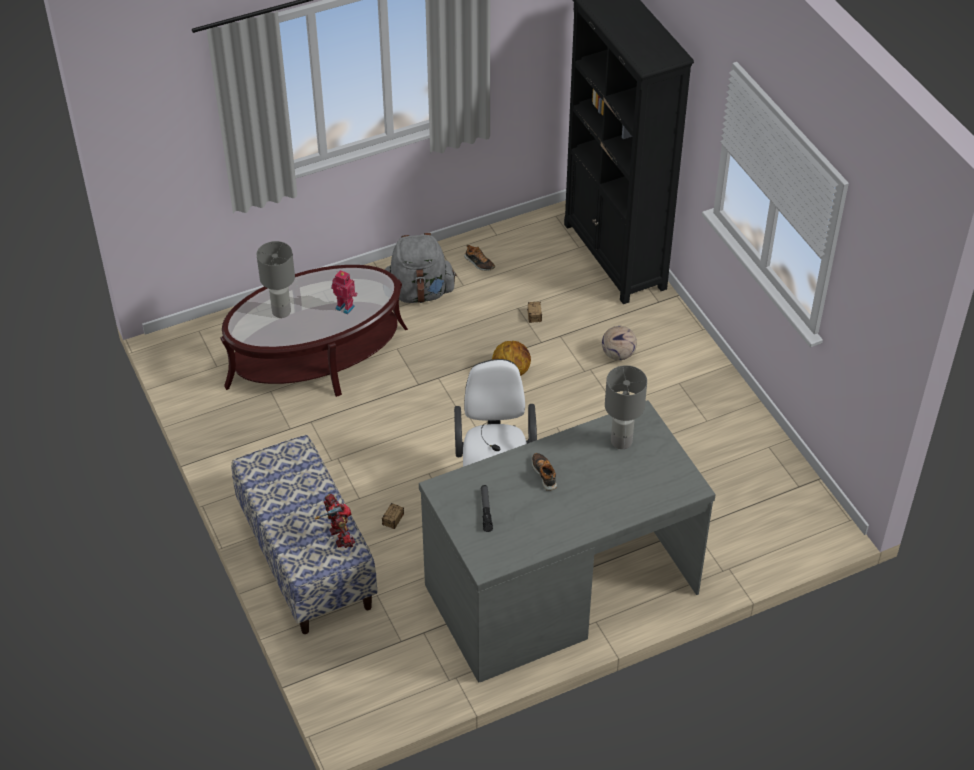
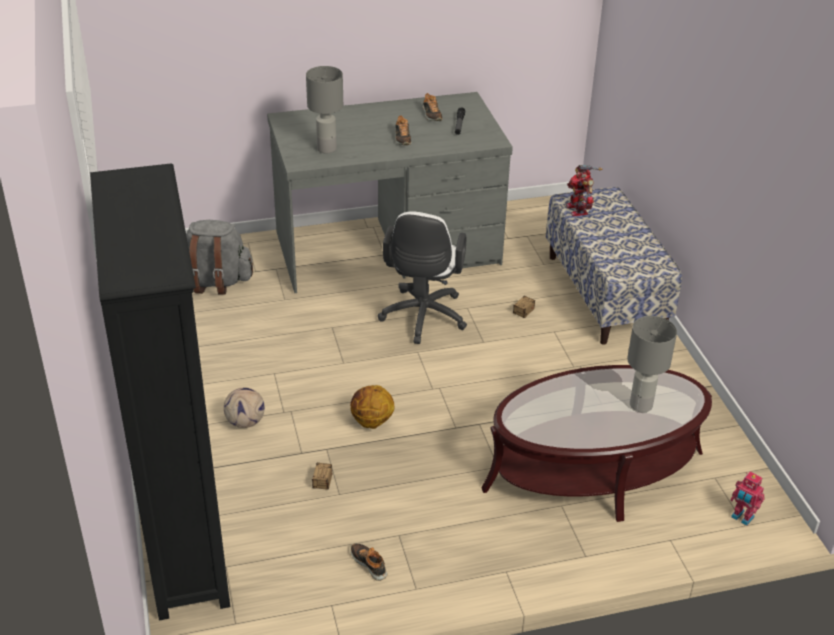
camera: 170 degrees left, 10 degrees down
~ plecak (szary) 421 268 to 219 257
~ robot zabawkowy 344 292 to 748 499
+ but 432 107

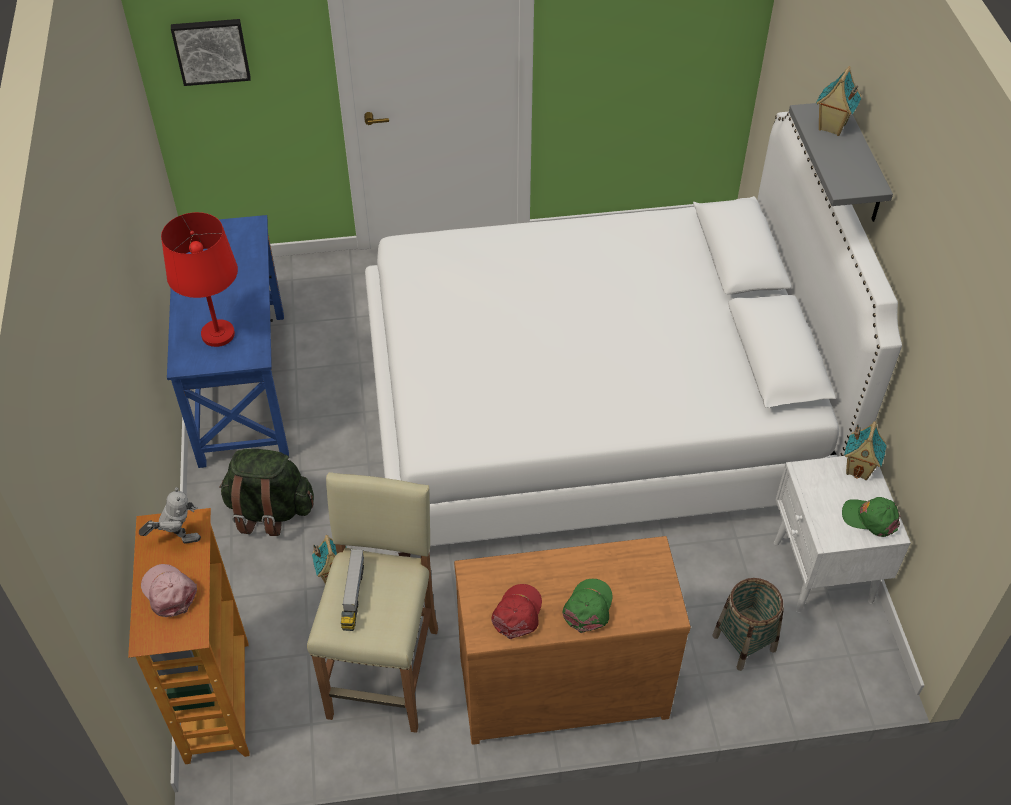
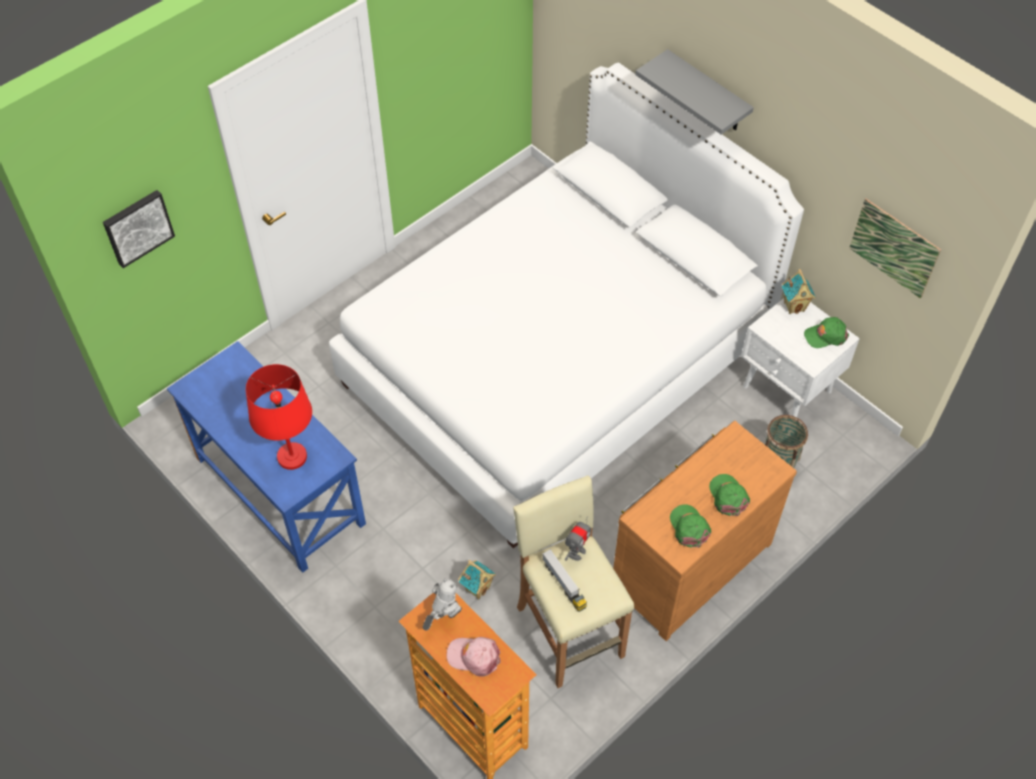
camera: 35 degrees left, 5 degrees up
- domek 839 101
- plecak (zielony) 266 492
~ czapka z daszkiem (czerwony) 516 611 to czapka z daszkiem (zielony) 690 526
+ obraz 895 249
+ robot zabawkowy 578 539

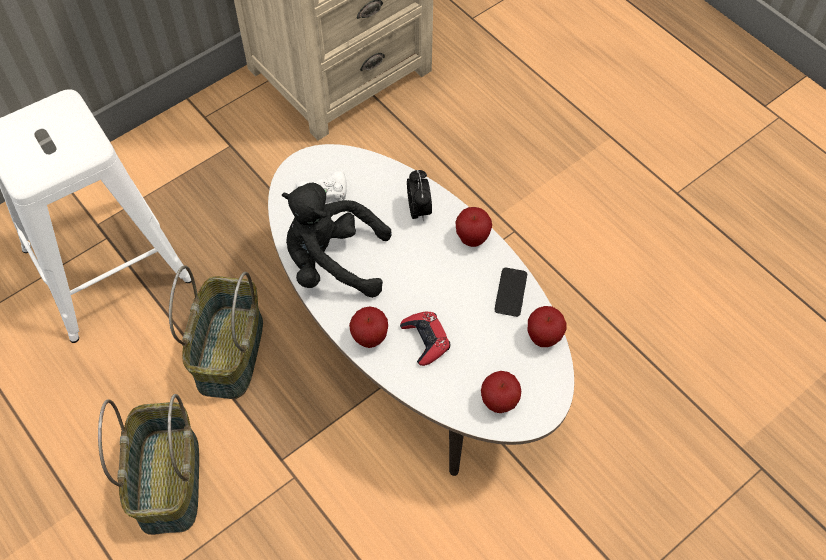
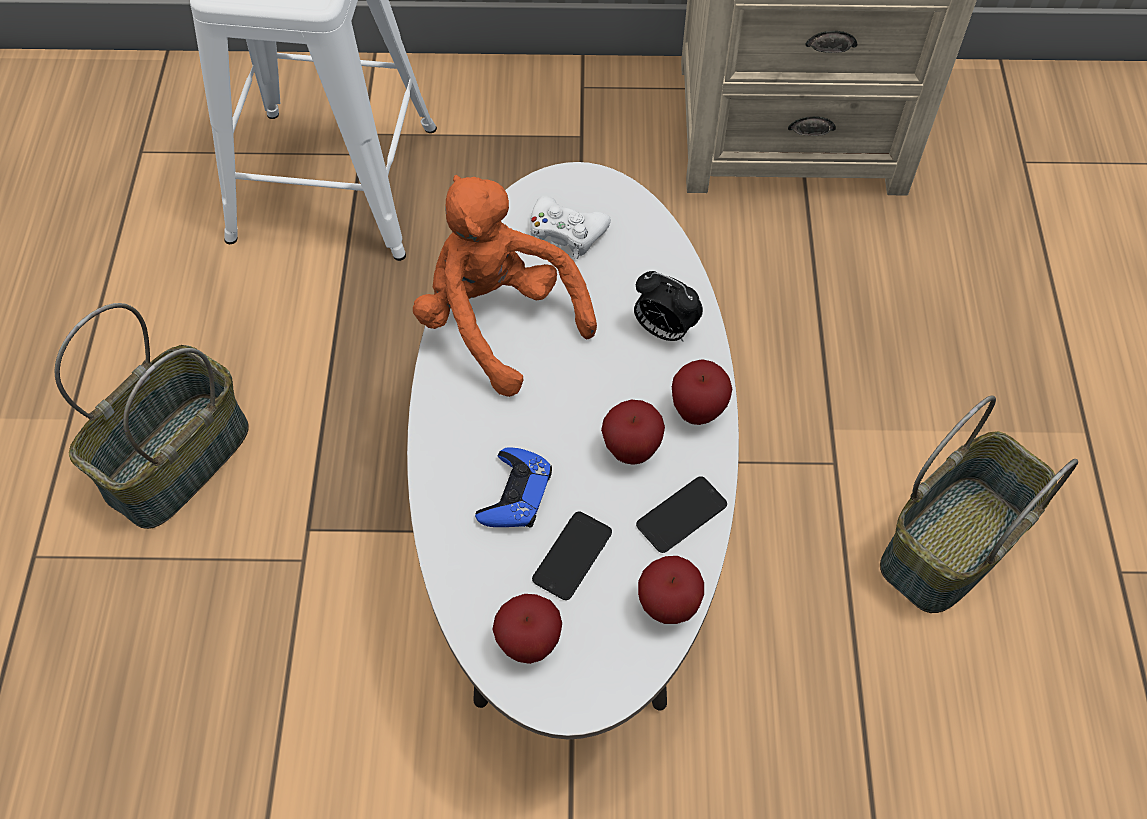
camera: 40 degrees right, 0 degrees up
~ budzik 419 196 = 668 306 90 degrees clockwise
~ pluszak (czarny) 337 240 to pluszak (pomarańczowy) 505 286
~ koszyk 216 332 to 979 504
~ jabłko 368 327 to 633 432
~ pad do gier (czerwony) 425 339 to pad do gier (niebieski) 513 487
+ telefon 572 555

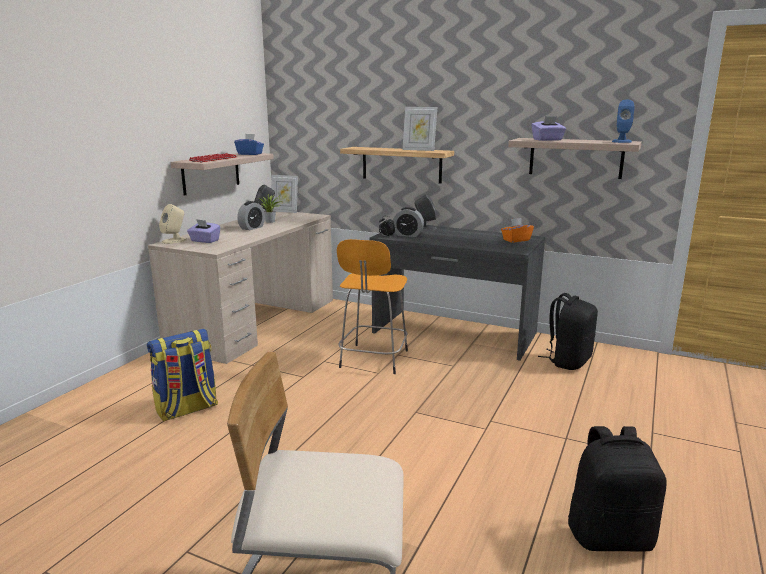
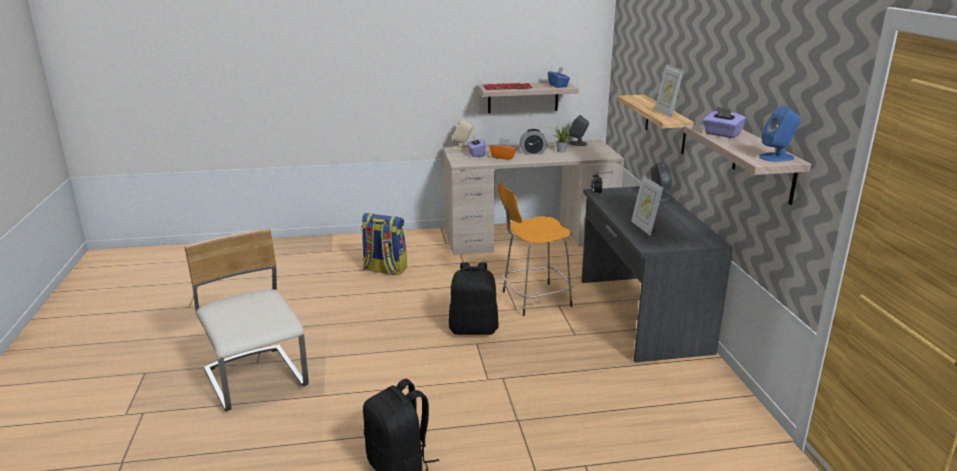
camera: 55 degrees right, 5 degrees up
~ ramka na zdjęcie 284 194 to 647 205
- budzik 408 222
~ pudełko chusteczek (pomarańczowy) 517 230 to 503 149
~ plecak (czarny) 568 331 to 474 298

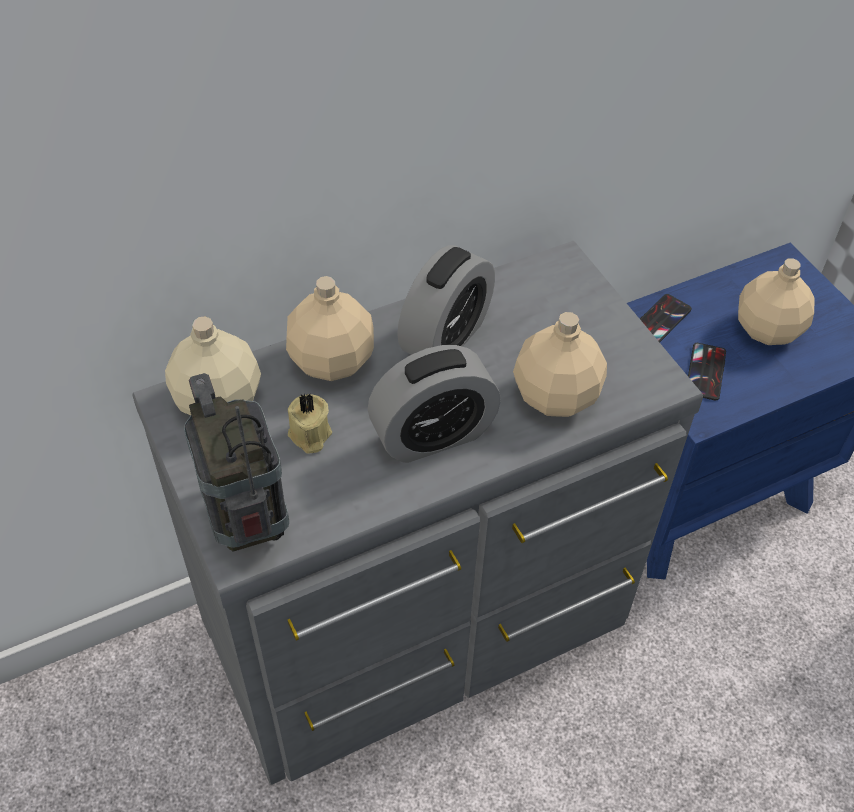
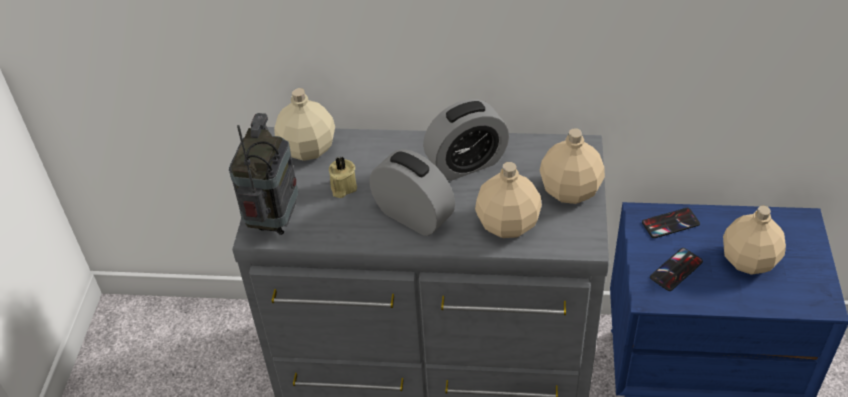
camera: 35 degrees right, 5 degrees down
~ butelka (beżowy) 330 328 to 572 166
~ budzik 434 404 = 412 192 150 degrees counterclockwise

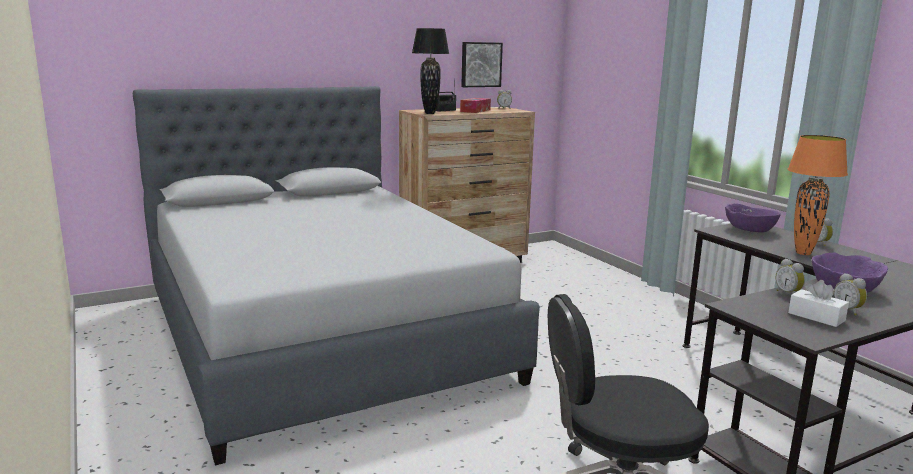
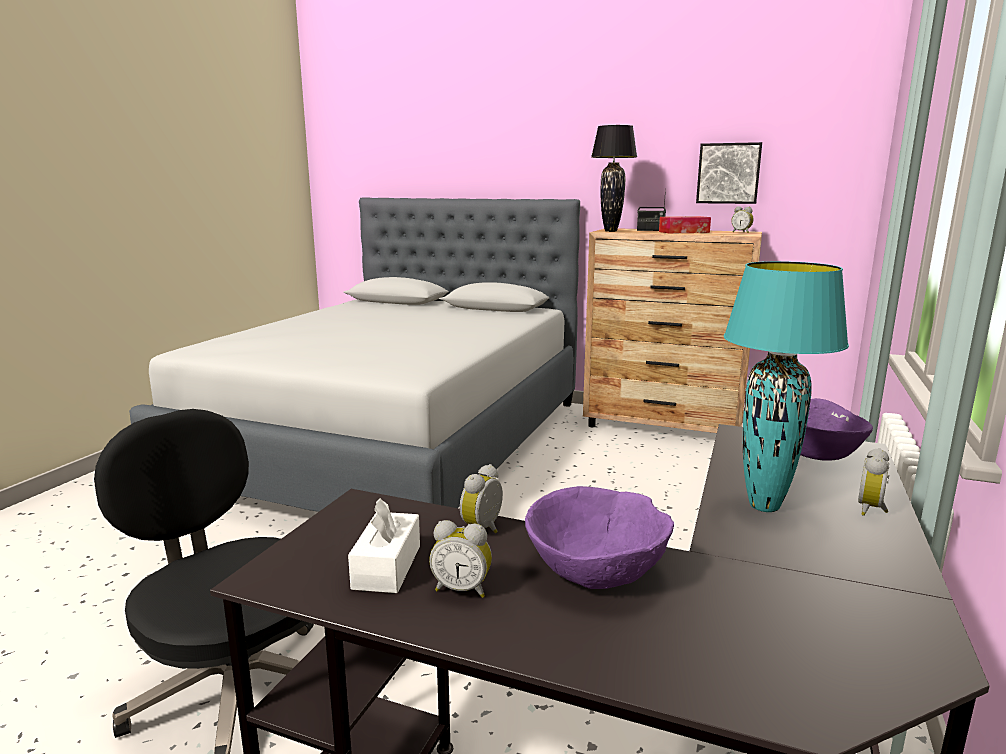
camera: 50 degrees right, 0 degrees up
~ lampa stołowa (pomarańczowy) 818 195 to lampa stołowa (turkusowy) 786 386
~ budzik 850 294 = 460 559 105 degrees counterclockwise

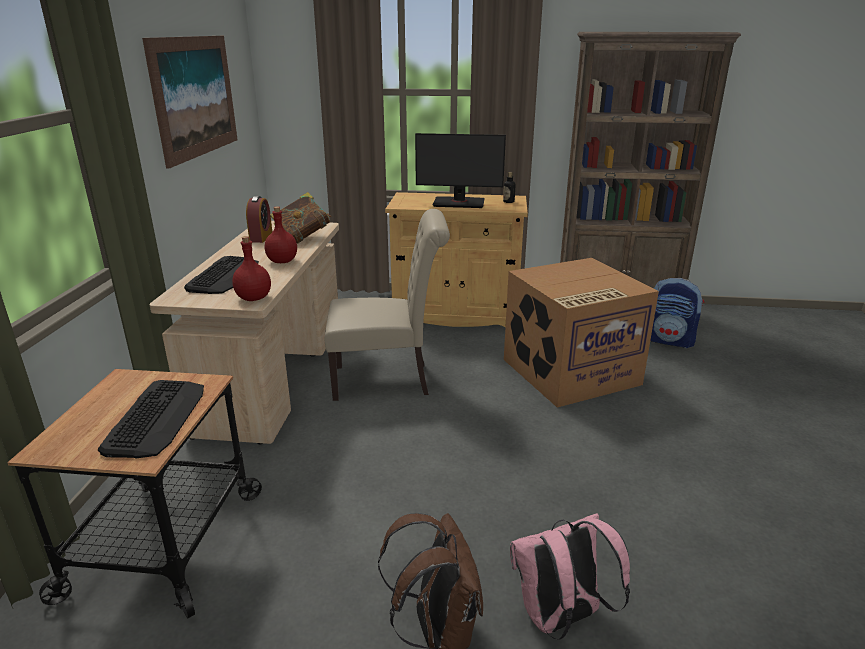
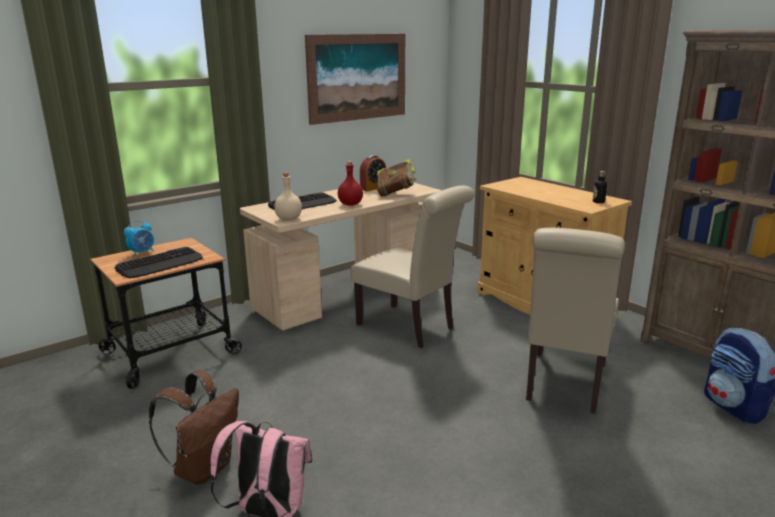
camera: 45 degrees right, 5 degrees down
- monitor 460 170
~ butelka (czerwony) 251 268 to butelka (beżowy) 288 196
~ karton 581 332 to krzesło (beżowy) 575 321
+ budzik 139 238

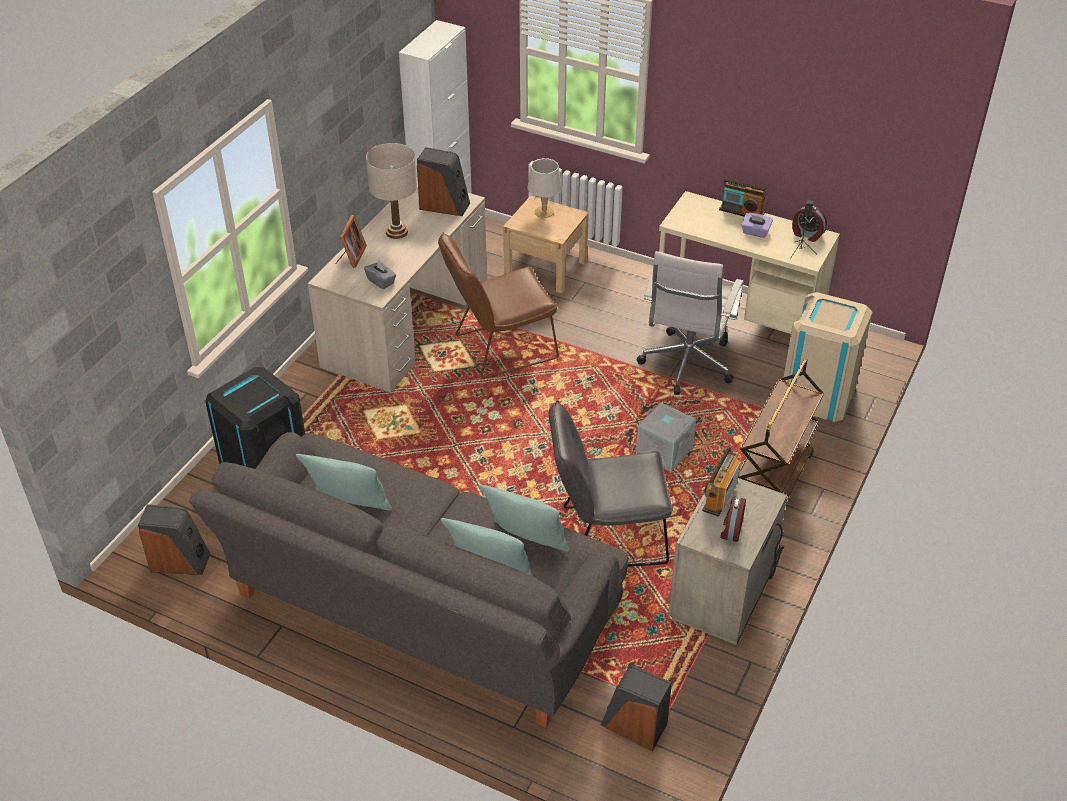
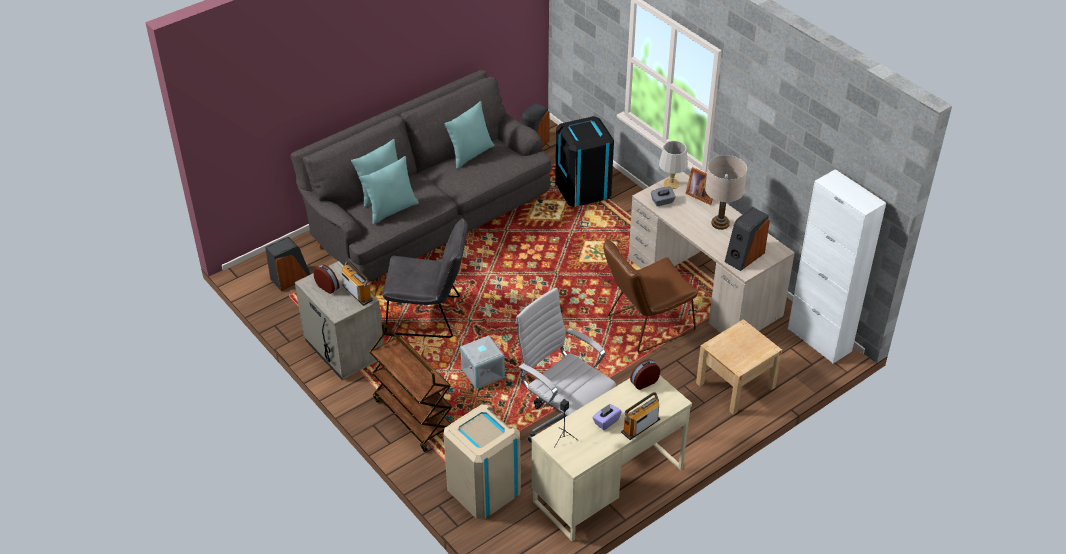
camera: 115 degrees right, 0 degrees up
~ lampa stołowa (szary) 544 188 to 673 165
~ budzik 809 223 to 645 374
~ krzesło (brązowy) 498 305 = 650 296 120 degrees counterclockwise
~ krzesło (szary) 611 484 = 425 278 75 degrees clockwise

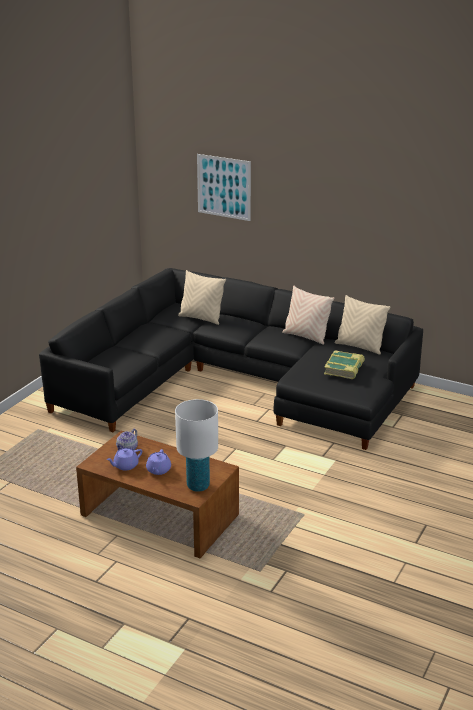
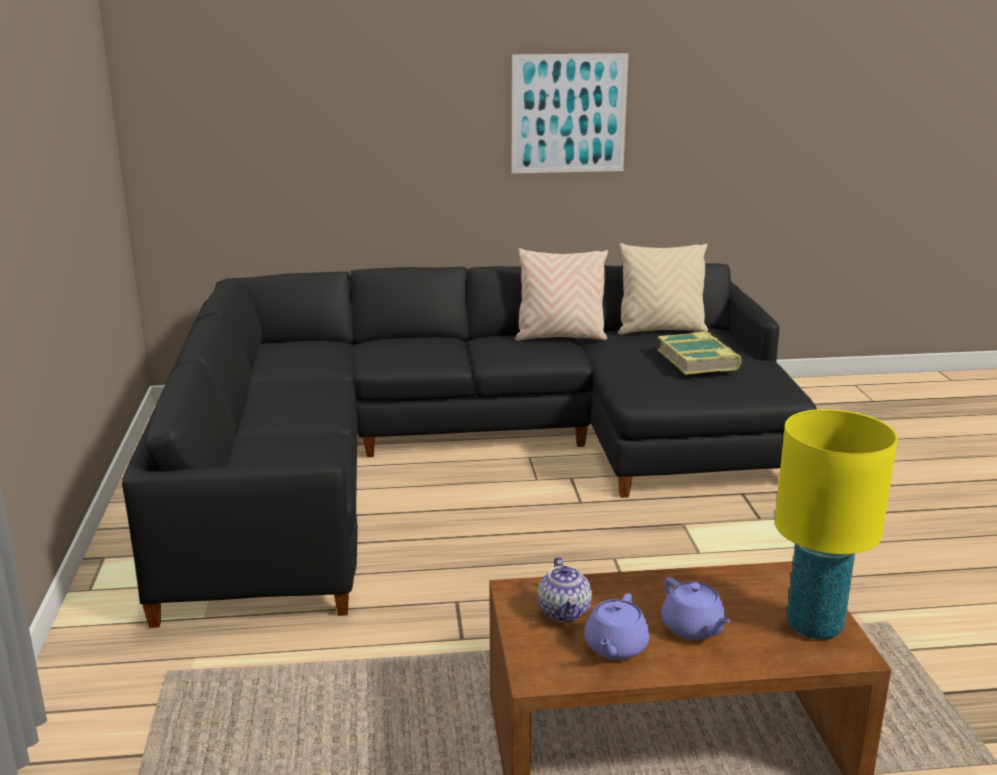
camera: 35 degrees left, 5 degrees down
~ obraz 224 187 to 569 113
- poduszka (beżowy) 202 297
~ lampa stołowa (biały) 196 445 to lampa stołowa (żółty) 836 524

